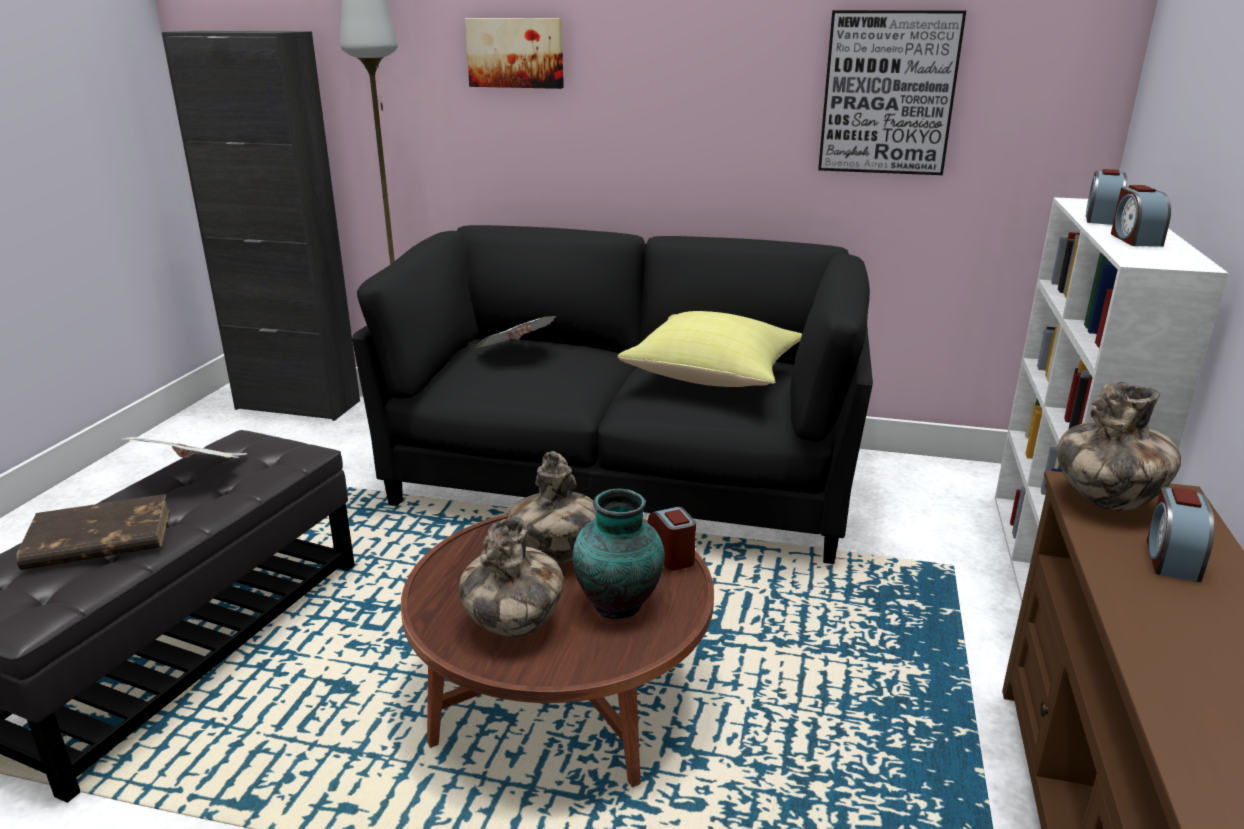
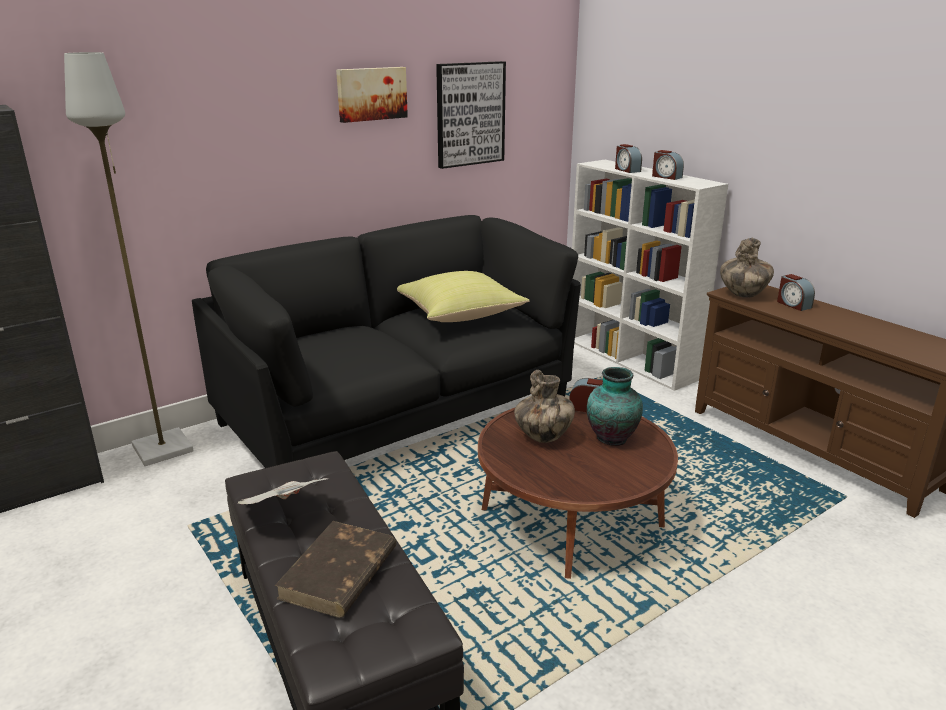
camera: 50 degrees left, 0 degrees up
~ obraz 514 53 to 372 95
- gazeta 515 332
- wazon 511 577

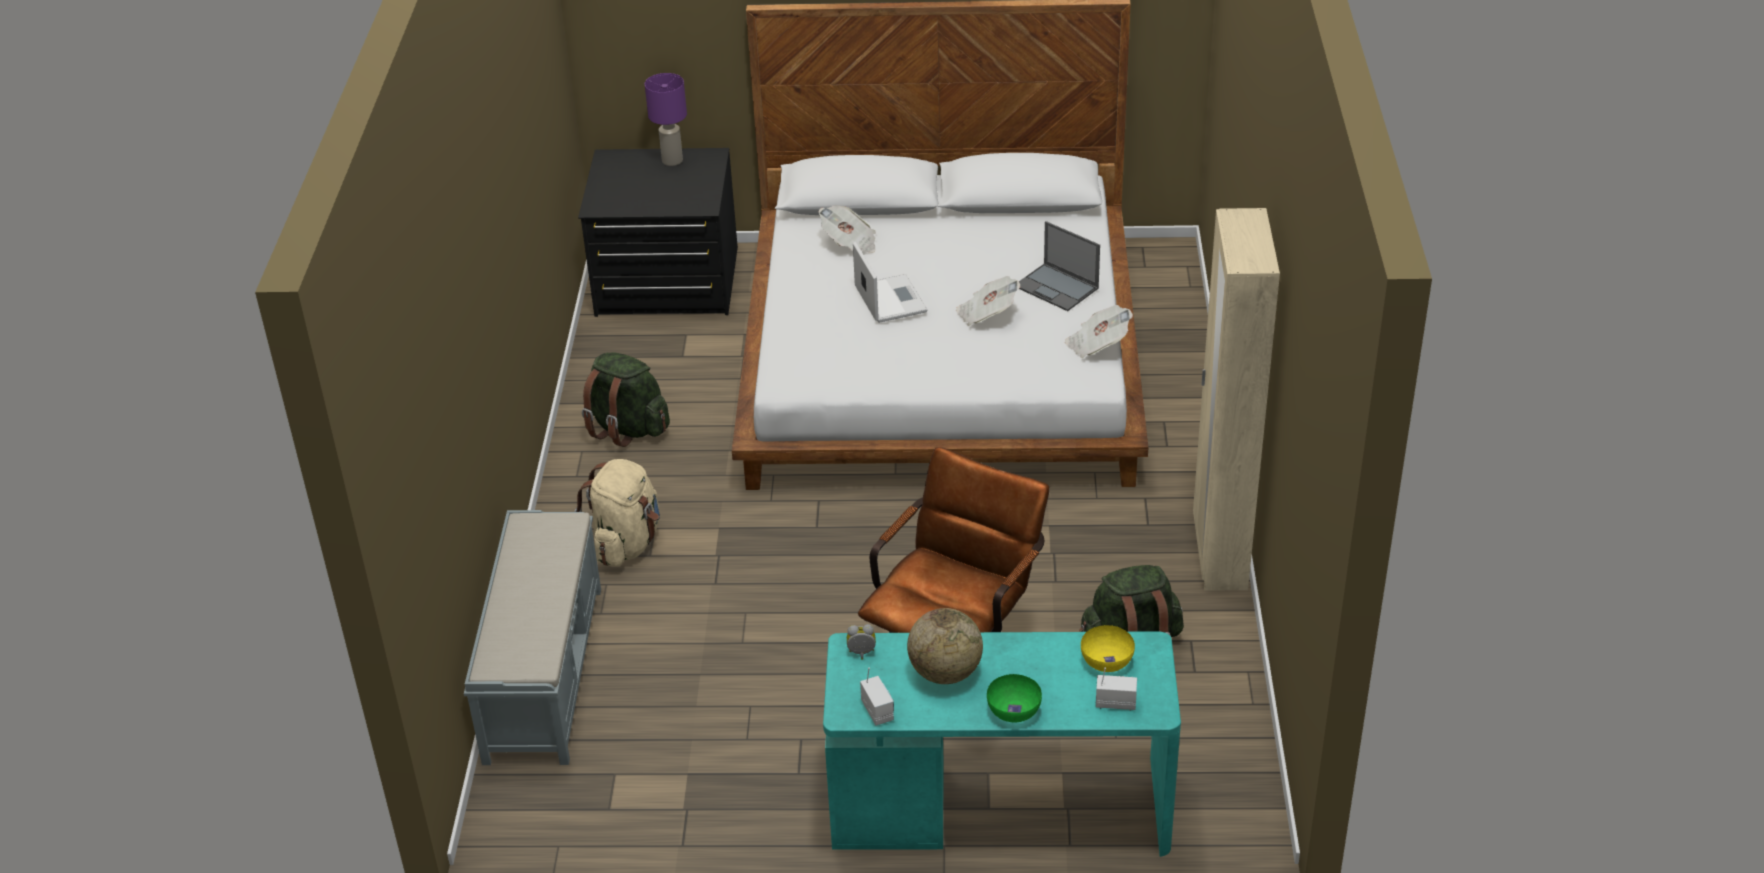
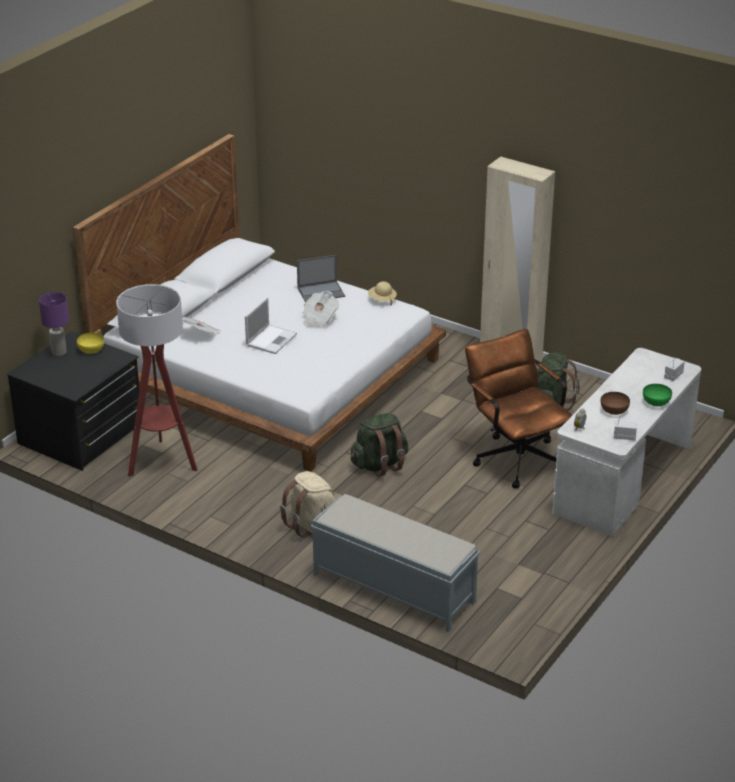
camera: 60 degrees left, 5 degrees down
~ laptop 890 282 = 271 325 105 degrees clockwise
~ gazeta 1099 331 to kapelusz (beżowy) 382 293
~ plecak (zielony) 626 399 to 379 445
~ globus 945 646 to miska (brązowy) 615 403
~ miska (żółty) 1108 648 to 90 343
~ biurko (turkusowy) 1002 744 to biurko (biały) 626 442
+ lampa stojąca 157 380

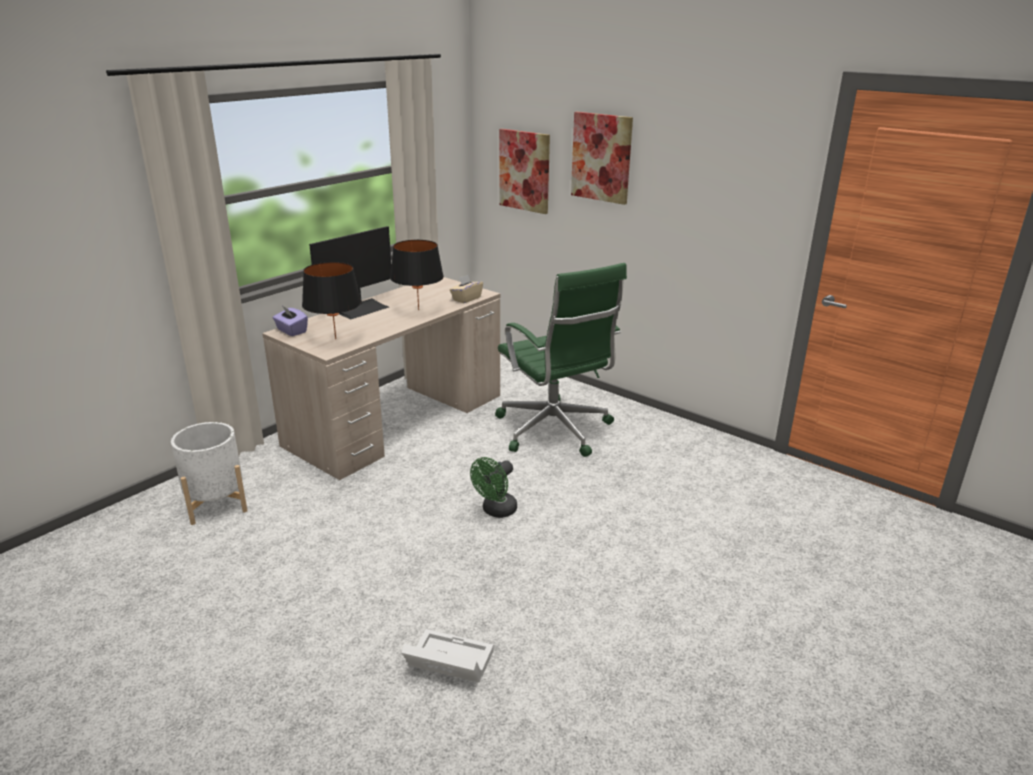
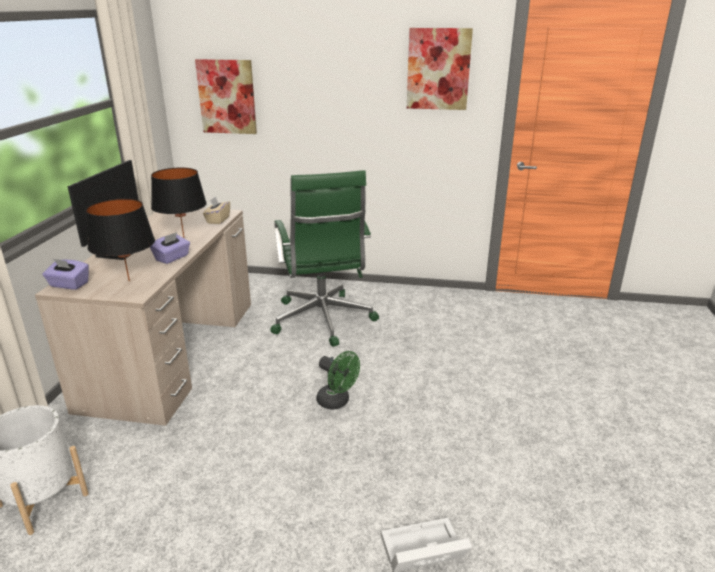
camera: 30 degrees left, 0 degrees up
~ obraz 602 158 to 440 69
~ krzesło biurowe (zielony) 561 360 = 324 258 45 degrees clockwise
~ wentylator (zielony) 493 487 = 338 380 60 degrees counterclockwise
+ pudełko chusteczek (fioletowy) 170 248

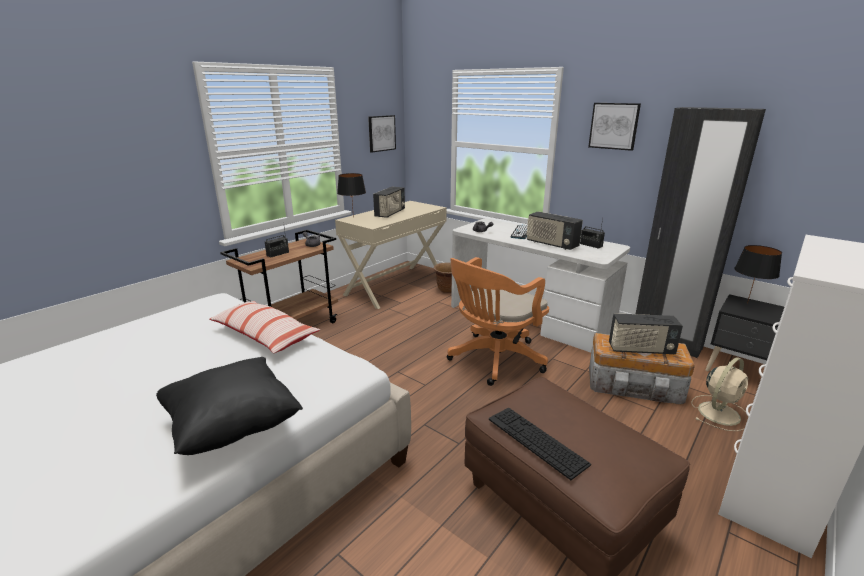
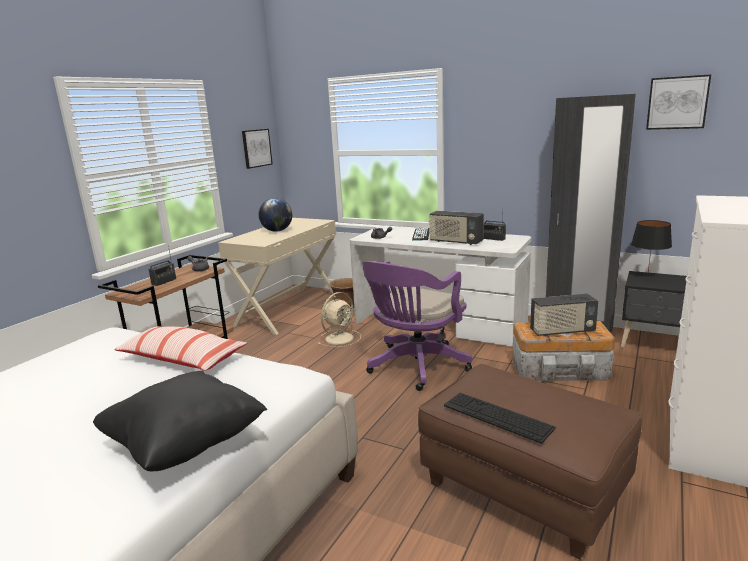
camera: 10 degrees left, 5 degrees down
~ obraz 614 127 to 678 102
- lampa stołowa (czarny) 351 195
~ radio 389 202 to globus 275 215
~ krzesło biurowe (pomarańczowy) 498 321 to krzesło biurowe (fioletowy) 417 326
~ wentylator (beżowy) 719 394 to 339 319

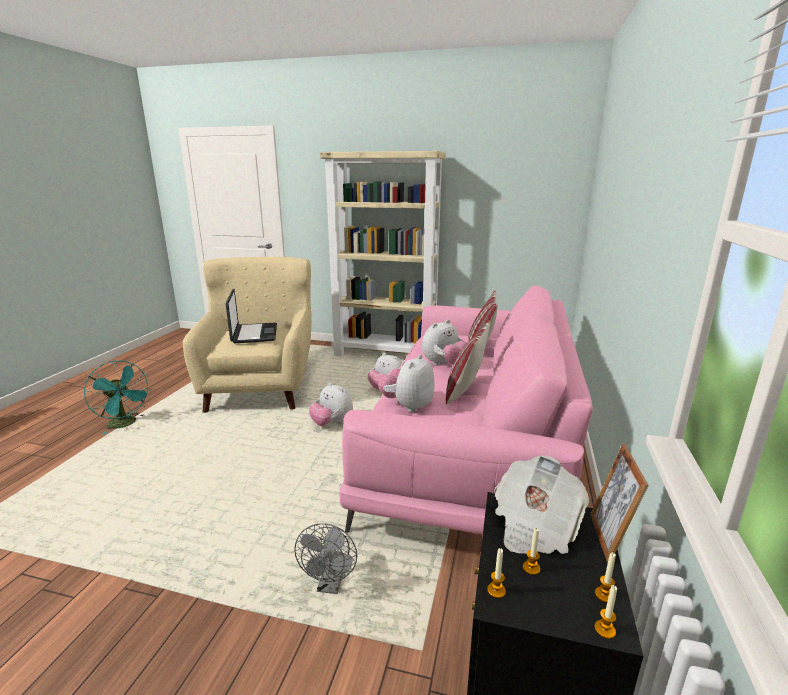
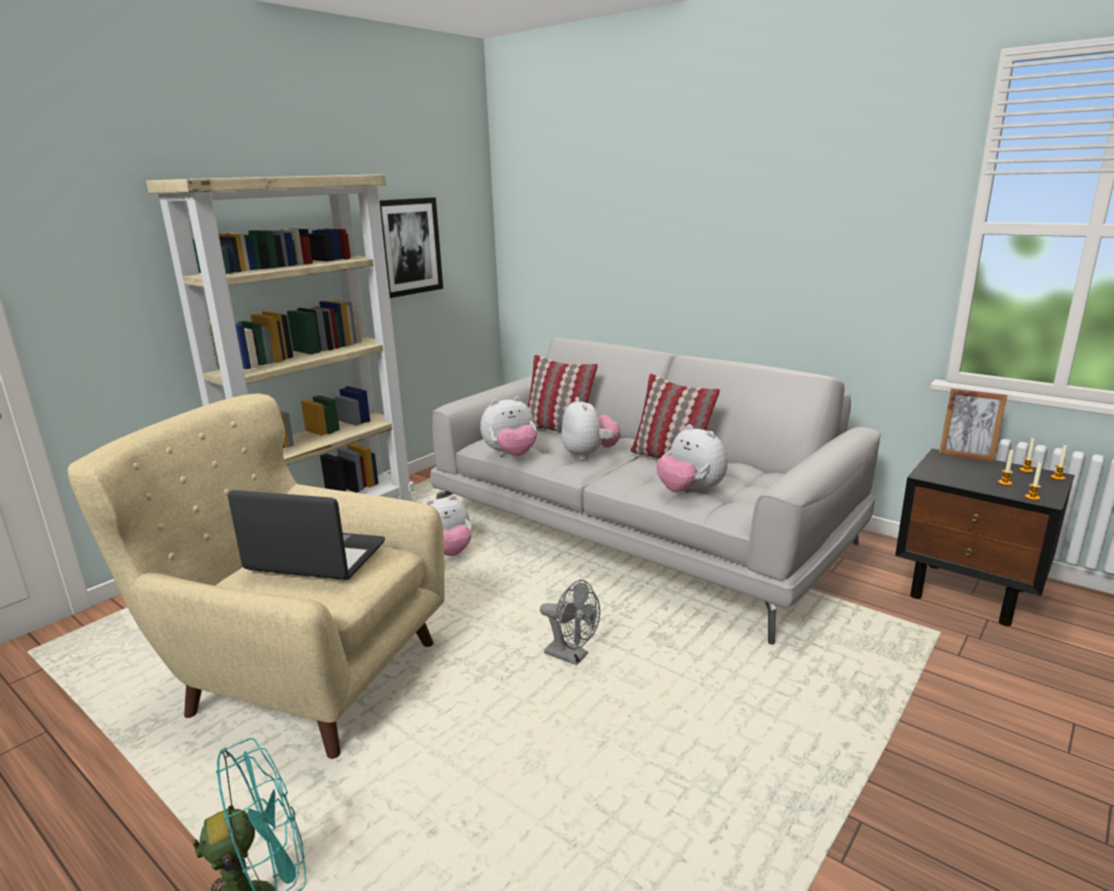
camera: 65 degrees left, 0 degrees up
~ kanapa (różowy) 466 410 to kanapa (szary) 655 491
~ pluszak 331 404 to 508 426
- gazeta 541 504
~ wentylator (szary) 325 558 to 570 622
+ obraz 411 247

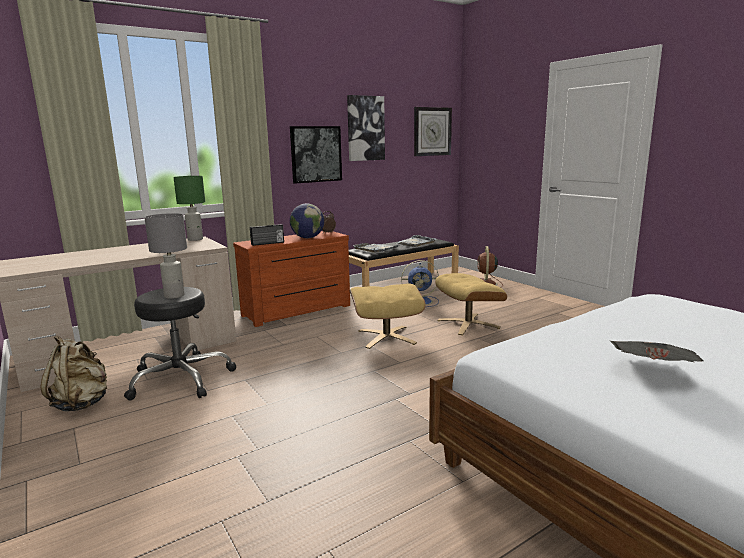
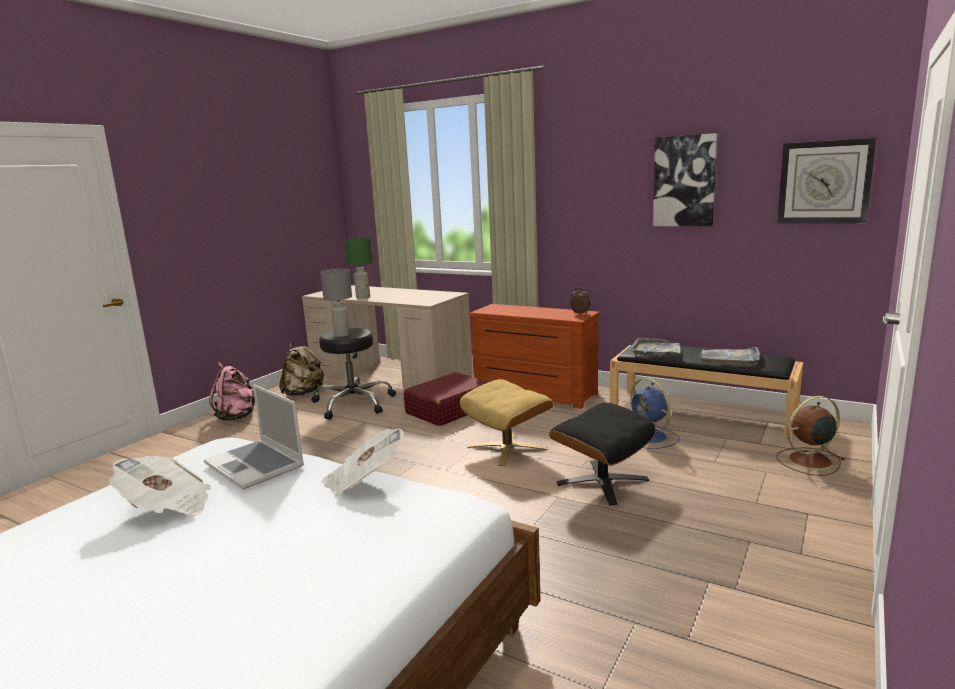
camera: 65 degrees right, 0 degrees up
- obraz 316 154
~ lampa stołowa (zielony) 189 208 to 358 268
- globus 307 221
- radio 267 235
~ pufa (beżowy) 471 304 to pufa (czarny) 602 454
+ plecak (różowy) 232 391
+ walizka (czerwony) 446 399
+ laptop 254 437
+ gazeta 363 462

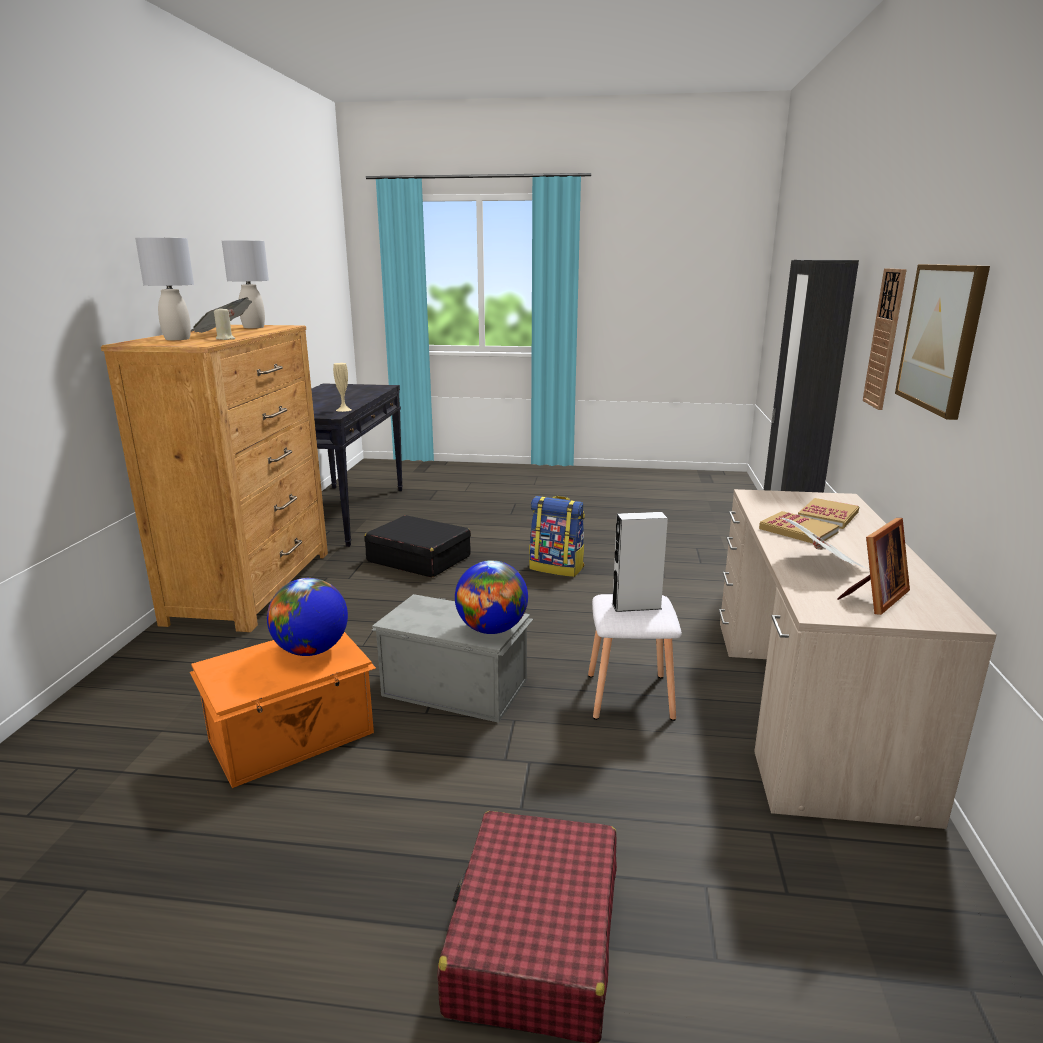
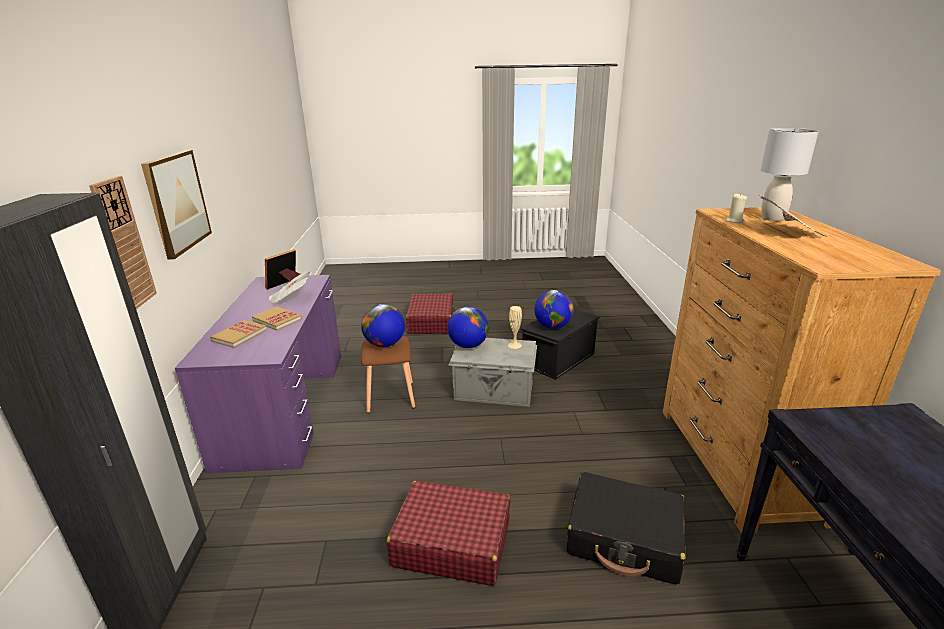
camera: 170 degrees right, 5 degrees up
- lampa stołowa (szary) 245 284
~ wazon (beżowy) 342 387 to 515 327
~ biurko (beżowy) 858 659 to biurko (fioletowy) 258 374
~ plecak 557 536 to walizka (czerwony) 448 533
~ głośnik (szary) 640 562 to globus 383 325
~ stołek (biały) 635 657 to stołek (brązowy) 388 374
~ pojemnik do przechowywania (pomarańczowy) 283 710 to pojemnik do przechowywania (czarny) 559 344

